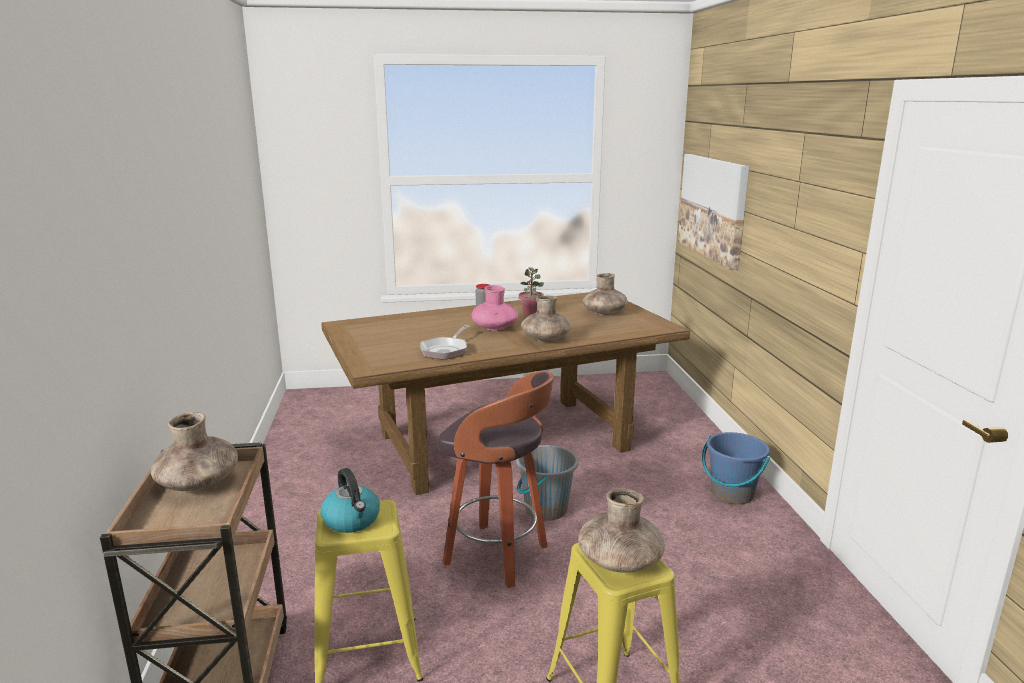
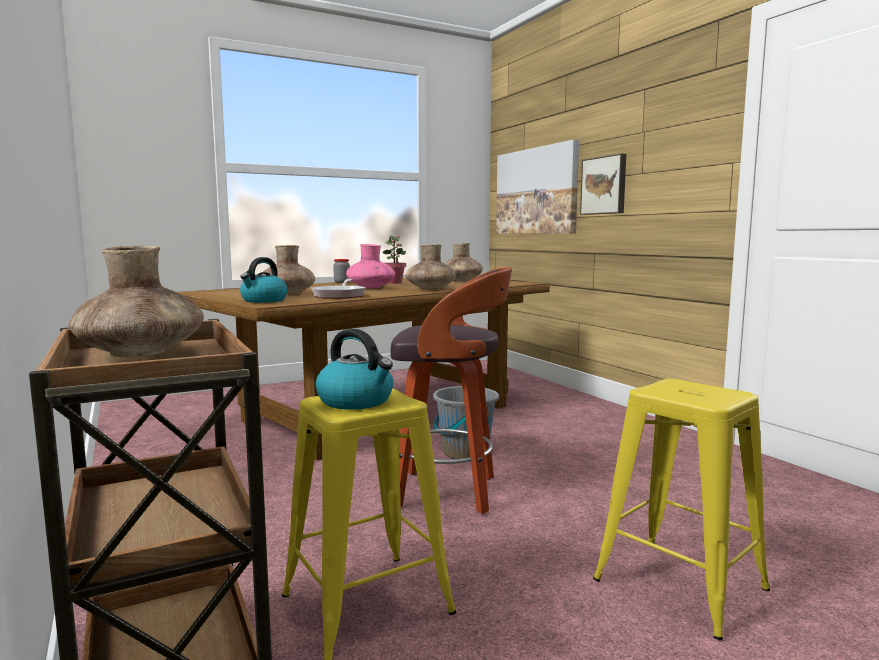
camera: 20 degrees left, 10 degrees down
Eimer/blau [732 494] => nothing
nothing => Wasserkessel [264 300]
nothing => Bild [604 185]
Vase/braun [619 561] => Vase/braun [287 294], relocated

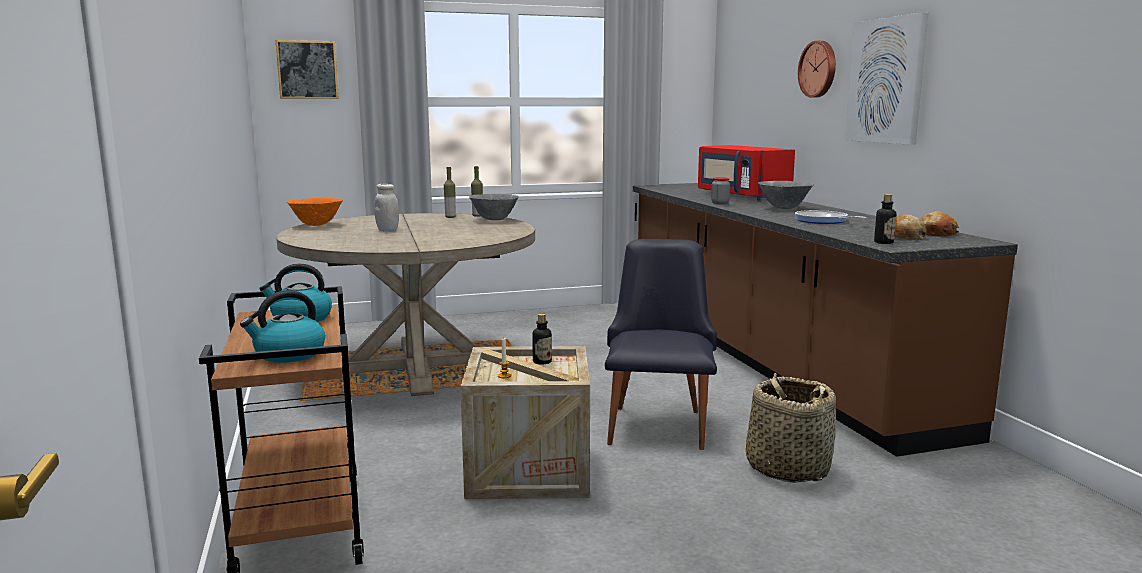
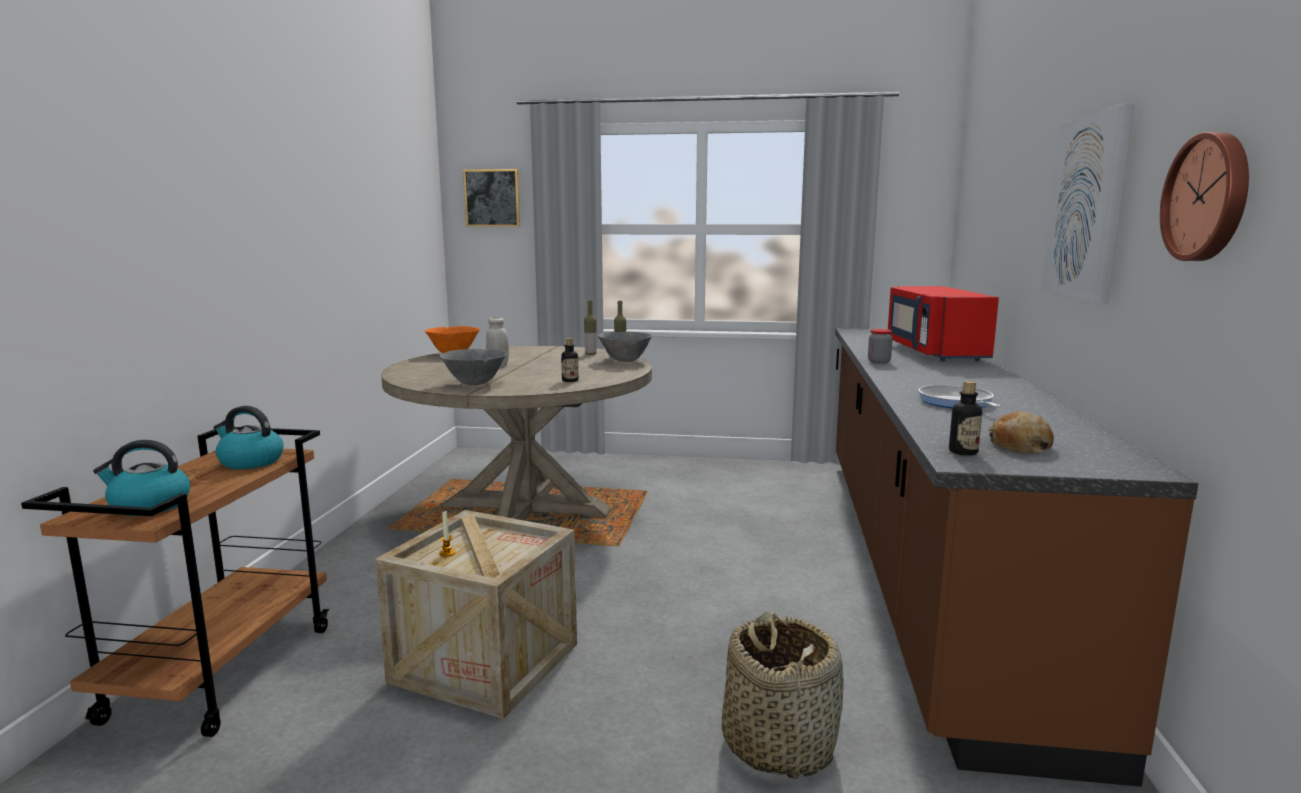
camera: 25 degrees right, 0 degrees up
Stuhl/schwarz [658 422] => nothing
Brot [936 234] => nothing
Flasche [542 362] => Flasche [570 380], relocated
Schüssel/grau [784 208] => Schüssel/grau [475 384], relocated
Wanduhr [819 69] => Wanduhr [1209 197], relocated

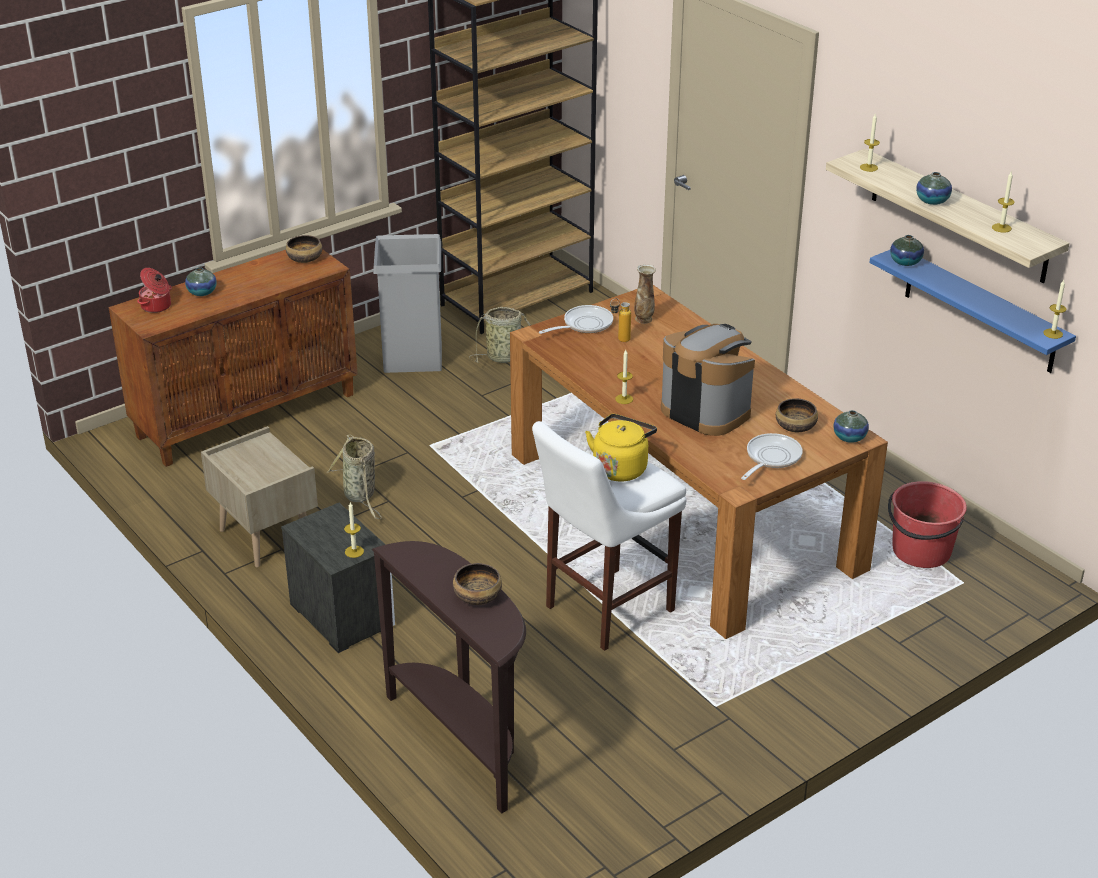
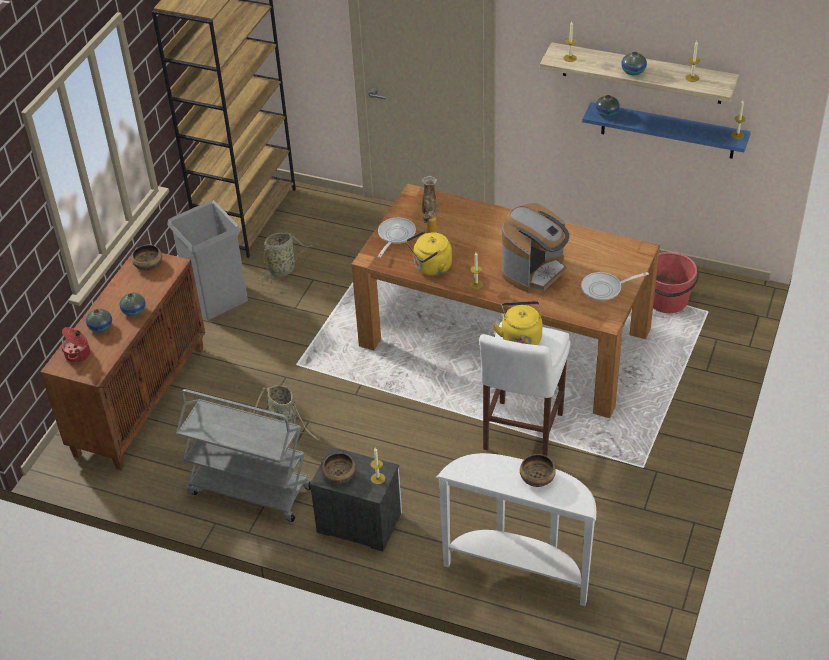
camera: 30 degrees left, 10 degrees up
nothing => Wasserkessel/gelb [430 268]
Schüssel [796 426] => Schüssel [340 474], relocated
Vase [849 437] => Vase [134 311], relocated
Nachttisch/beige [264 537] => Rollwagen/grau [249 490]
Konsolentisch/braun [463 741] => Konsolentisch/weiß [519 570]
Kaffeemaschine [705 411] => Kaffeemaschine [534 271], 120 degrees clockwise
Pfanne [770 458] => Pfanne [605 289], 105 degrees counterclockwise

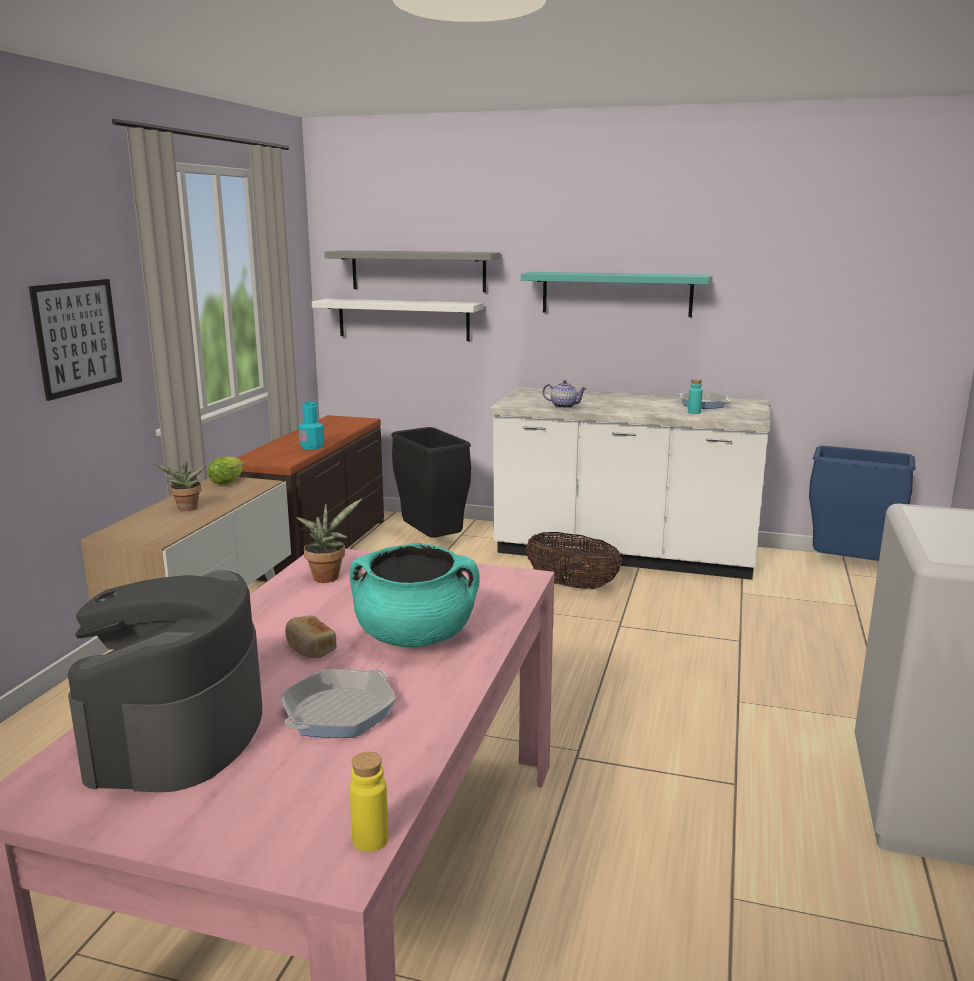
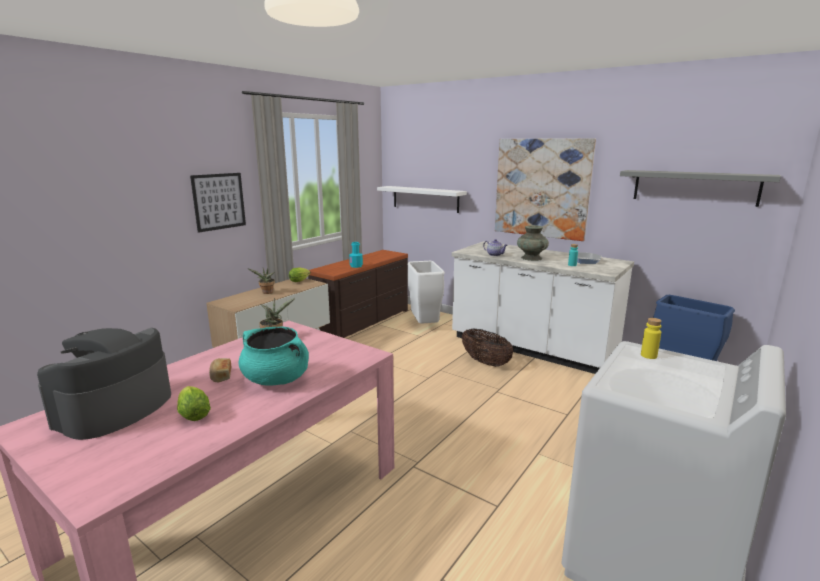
camera: 20 degrees right, 0 degrees up
nothing => Vase/türkis [531 258]
Wandregal/grau [418 271] => Wandregal/grau [694 187], relocated
Flasche/gelb [370 839] => Flasche/gelb [648 355], relocated
Pfanne [339 712] => Salatkopf [193 414]
Wandregal/türkis [616 293] => Bild [541 188]
Mülleimer/schwarz [433 542] => Mülleimer/weiß [425 326]

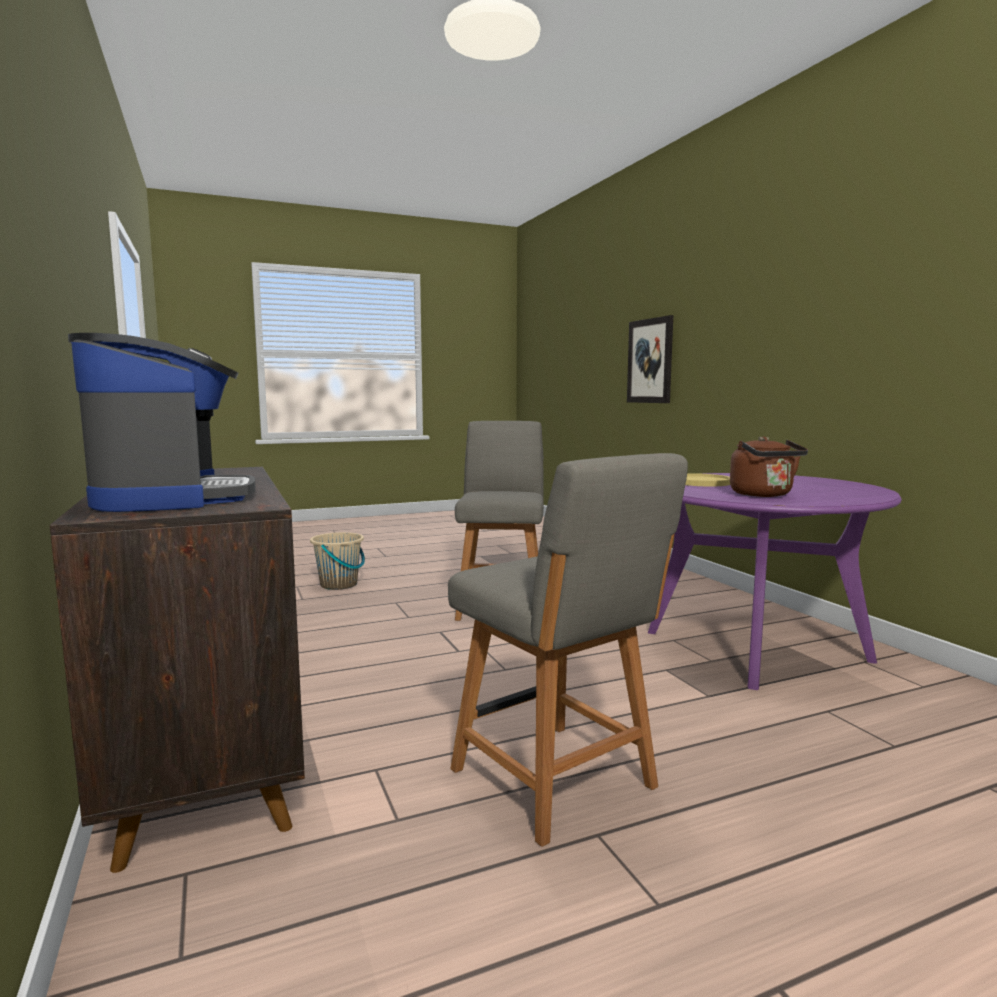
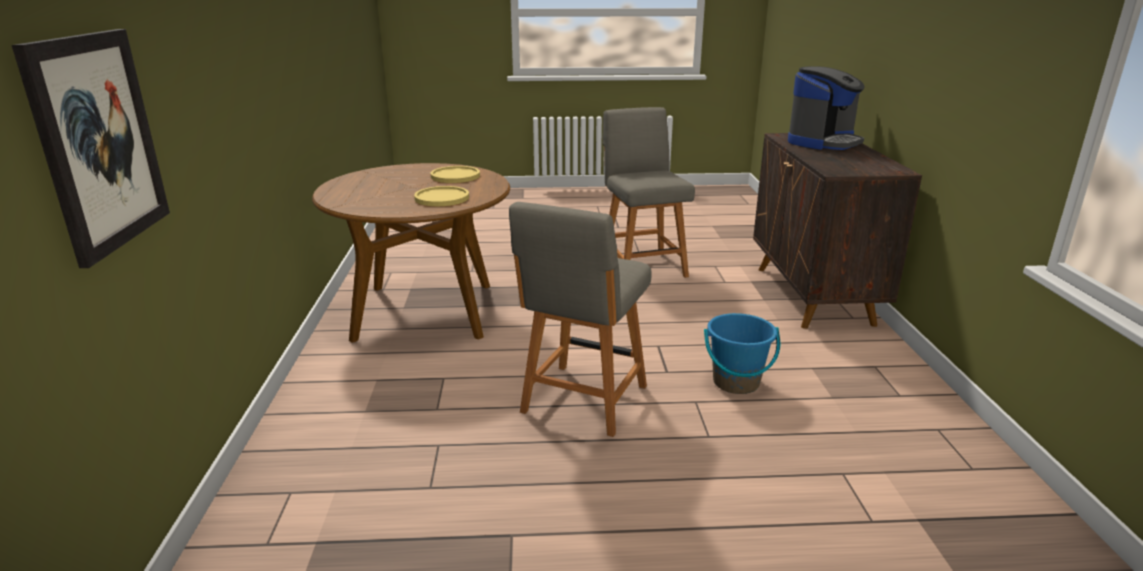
camera: 160 degrees left, 15 degrees up
Eimer/beige [339 584] => nothing
nothing => Eimer/blau [736 382]
Wasserkessel/braun [764 495] => Teller/gelb [455 176]
Esstisch/lila [755 646] => Esstisch/braun [425 311]
Kaffeemaschine [173 498] => Kaffeemaschine [823 142], 135 degrees counterclockwise

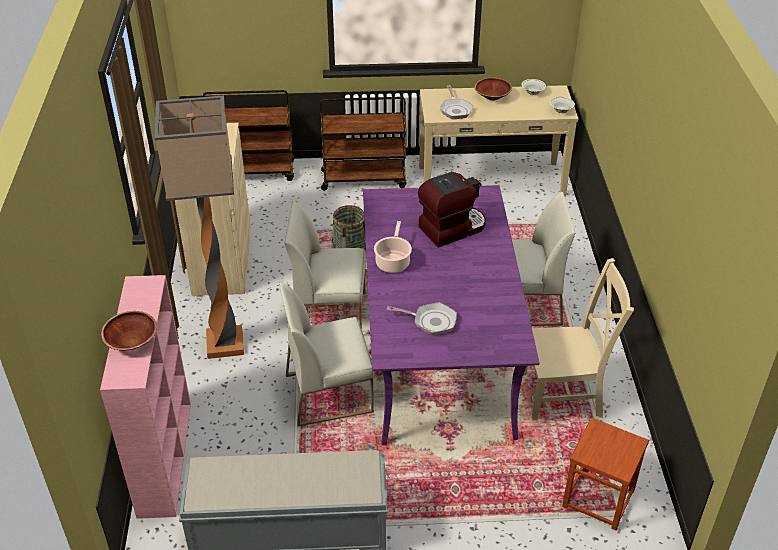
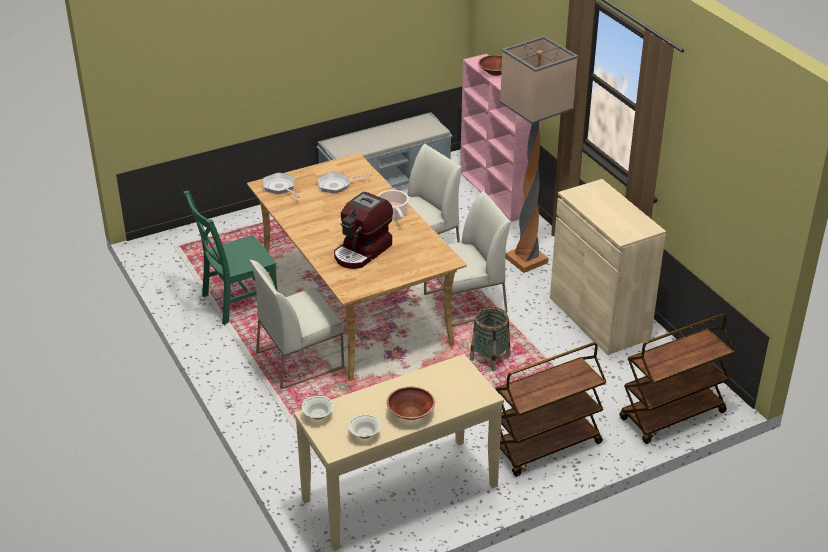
camera: 155 degrees right, 5 degrees down
Hocker/braun [599 498] => nothing
Pfanne [455 110] => Pfanne [280 188], relocated
Esstisch/lila [437 350] => Esstisch/beige [355 303]
Stuhl/beige [565 394] => Stuhl/grün [236 301]

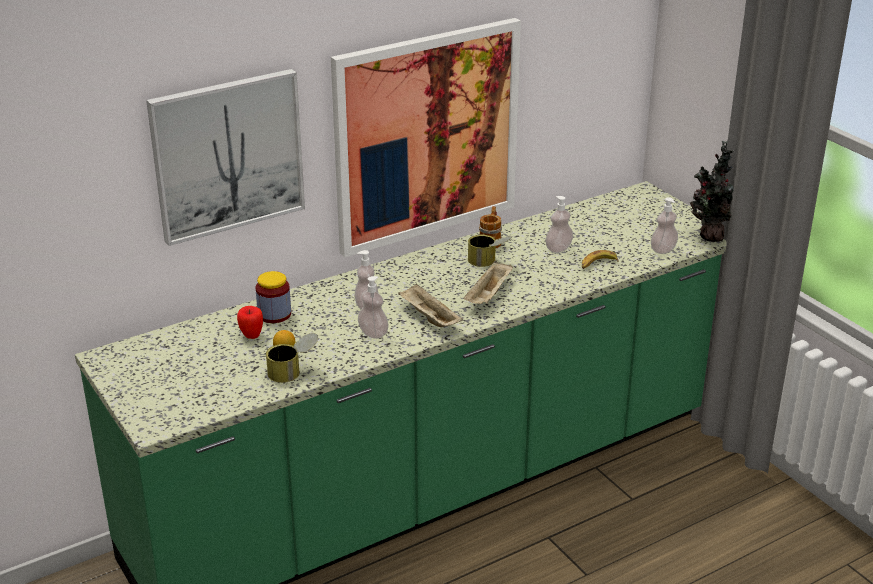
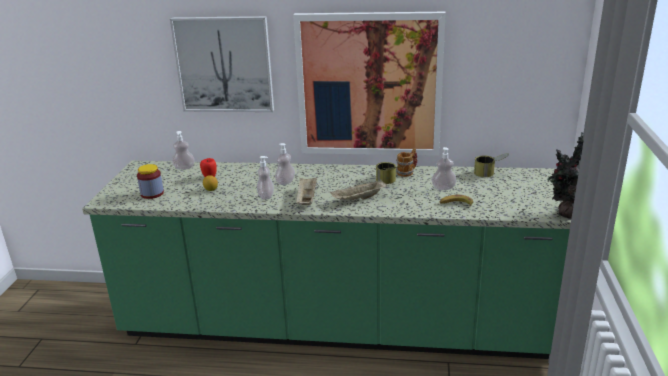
camera: 40 degrees right, 5 degrees down
Vorratsglas [274 314] => Vorratsglas [152 194], relocated
Dose [293 372] => Dose [490 174], relocated
Seifenspender [663 250] => Seifenspender [184 168], relocated

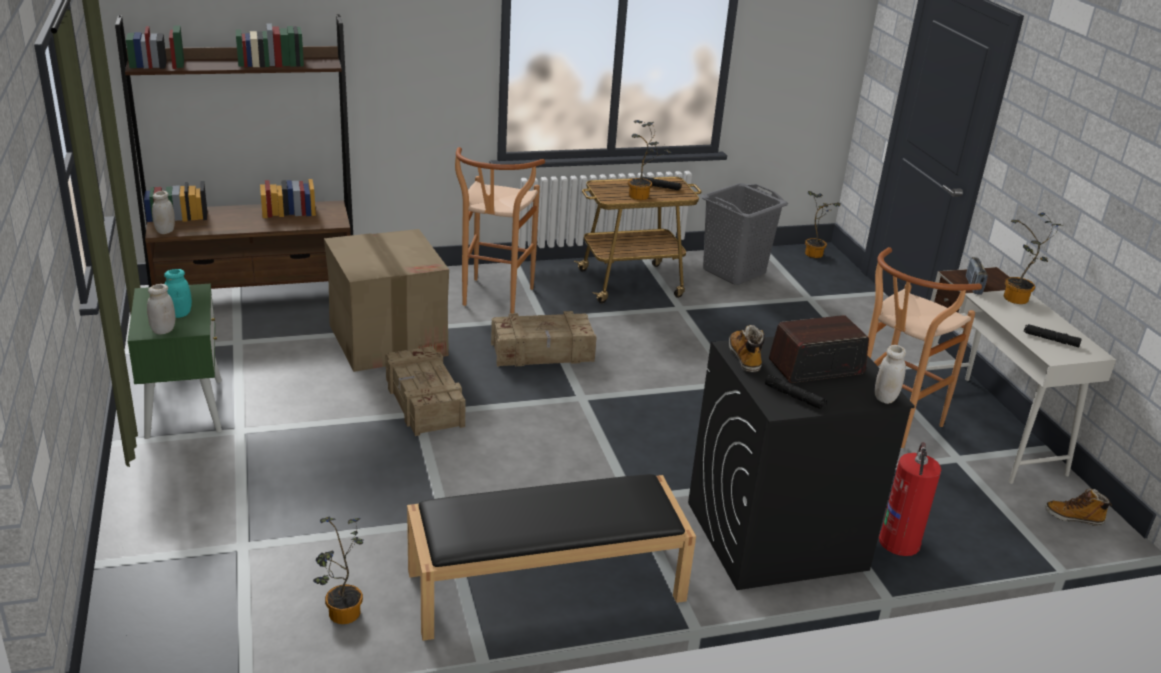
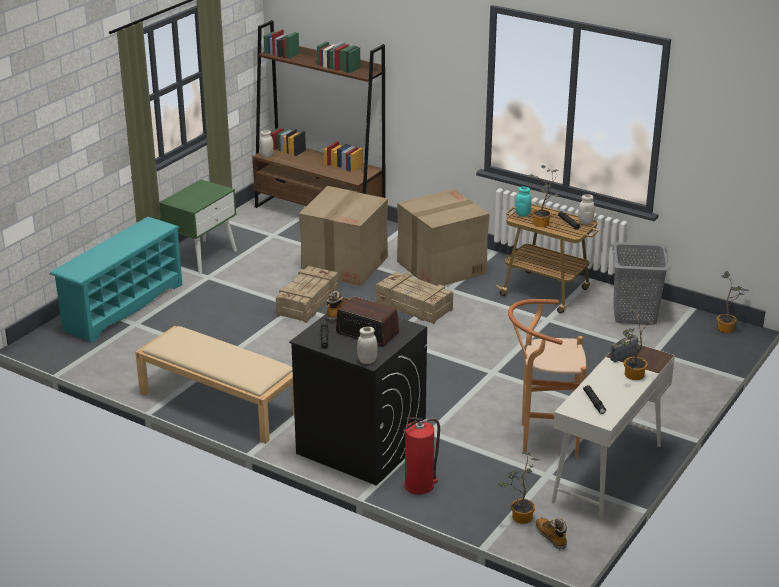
camera: 50 degrees right, 0 degrees up
nothing => Schuhregal/türkis [122 307]
Vorratsglas/weiß [163 330] => Vorratsglas/weiß [585 222], relocated
Vorratsglas/türkis [179 314] => Vorratsglas/türkis [522 214], relocated
Topfpflanze [341 616] => Topfpflanze [519 517], relocated
Hocker/braun [493 299] => Karton [441 267]
Bank/schwarz [545 586] => Bank/beige [218 403]

